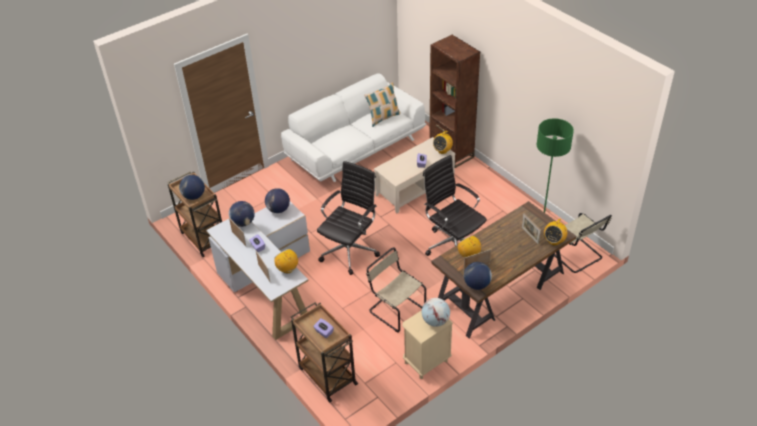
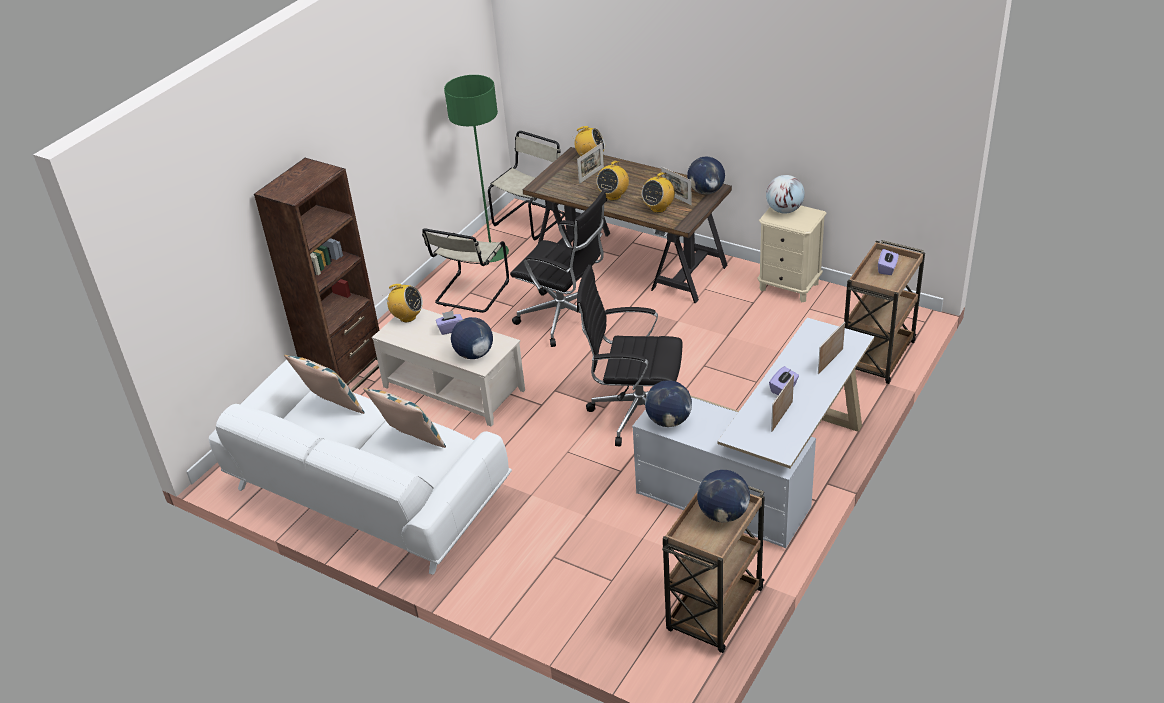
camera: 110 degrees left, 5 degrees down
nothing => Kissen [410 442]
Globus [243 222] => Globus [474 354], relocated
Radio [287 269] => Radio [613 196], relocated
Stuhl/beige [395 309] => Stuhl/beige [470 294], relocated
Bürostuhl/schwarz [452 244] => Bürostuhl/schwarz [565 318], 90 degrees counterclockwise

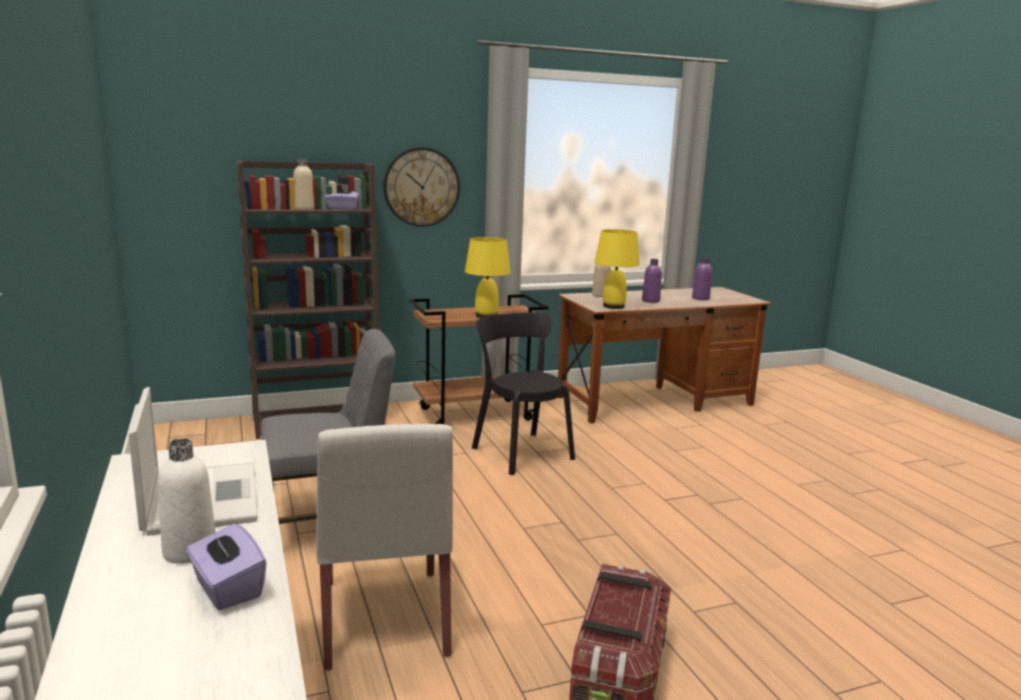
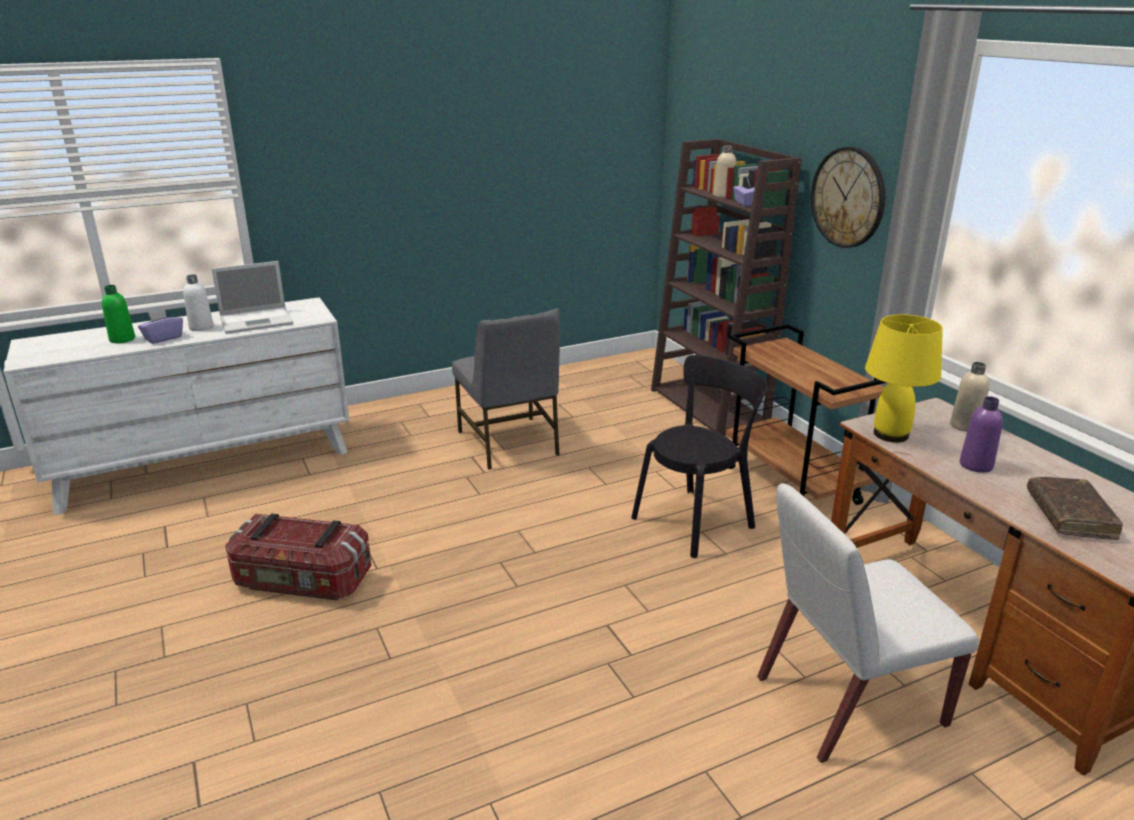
camera: 85 degrees right, 10 degrees up
Tischlampe/gelb [486 316] => nothing
nothing => Flasche/grün [122 339]
Stuhl/weiß [384 619] => Stuhl/weiß [847 702], relocated
Flasche/lila [700 298] => Buch/braun [1069 515]

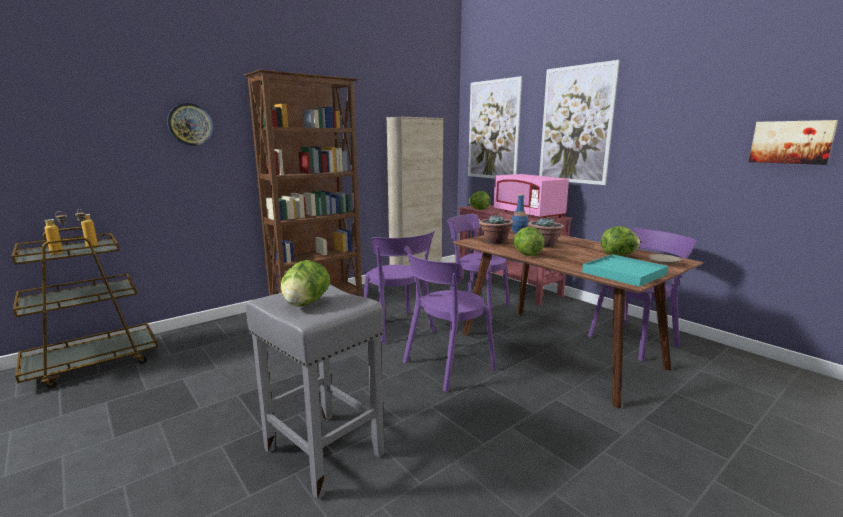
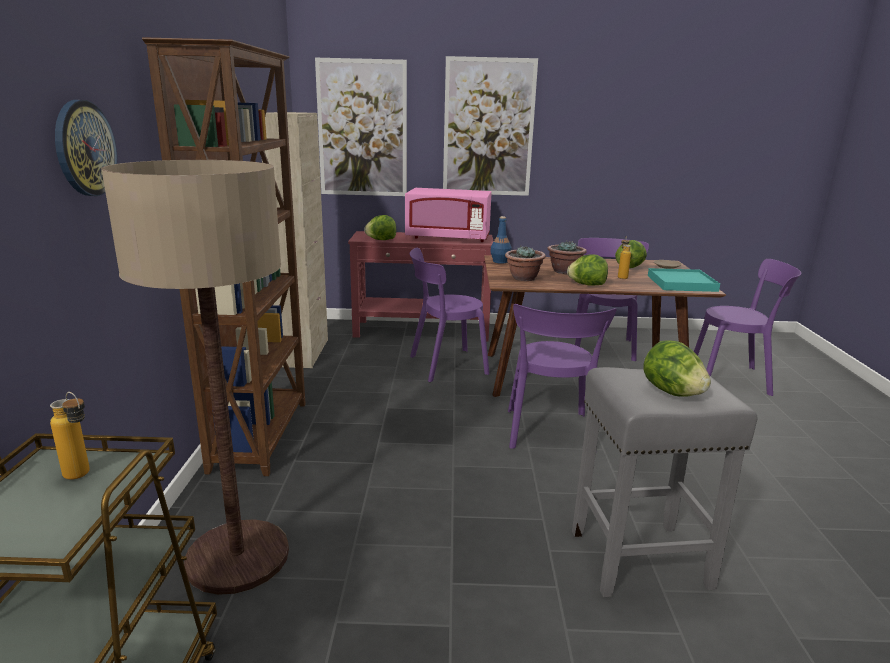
camera: 50 degrees left, 5 degrees up
Bild [791 142] => nothing
nothing => Stehlampe [237 557]
Flasche [62 253] => Flasche [621 277], relocated
Stuhl/lila [398 329] => Stuhl/lila [734 378], relocated

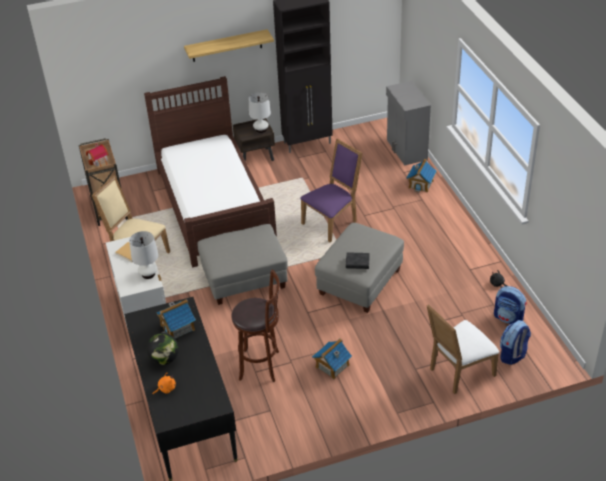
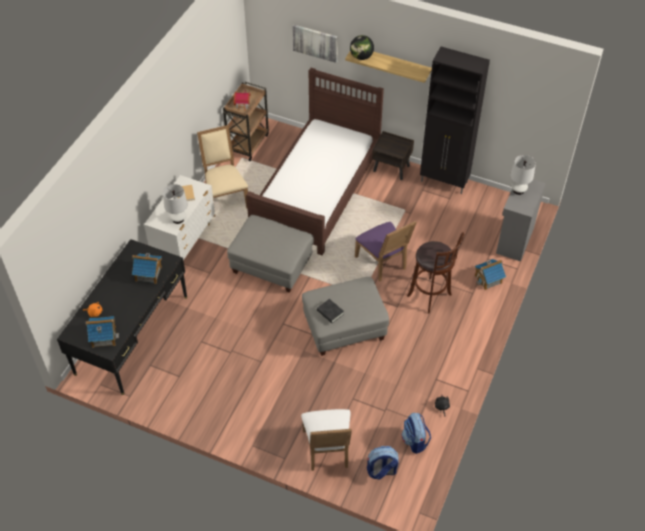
camera: 40 degrees right, 10 degrees up
nothing => Bild [315 42]
Globus [164 359] => Globus [361 57], relocated
Hocker/braun [262 365] => Hocker/braun [431 296], relocated
Tischlampe/weiß [261 130] => Tischlampe/weiß [518 190], relocated
Spielzeughaus [332 366] => Spielzeughaus [103 337], relocated
Stuhl/lila [332 222] => Stuhl/lila [383 264], 60 degrees clockwise
Stuhl/weiß [458 372] => Stuhl/weiß [327 451], 105 degrees counterclockwise

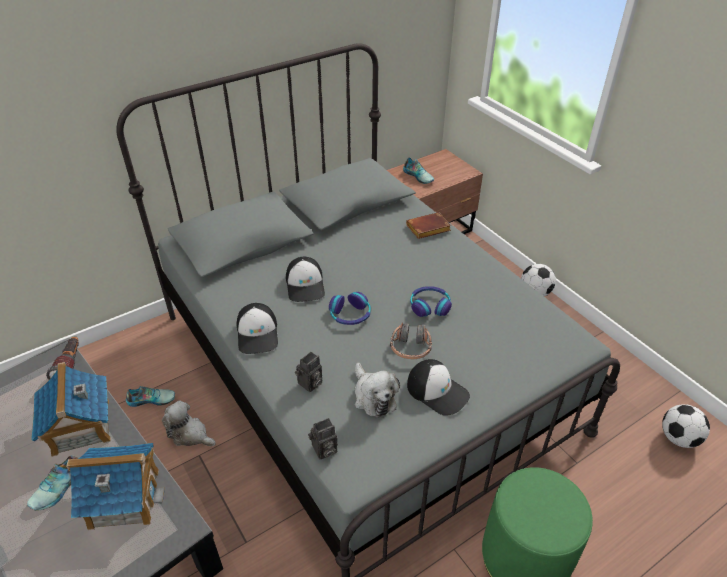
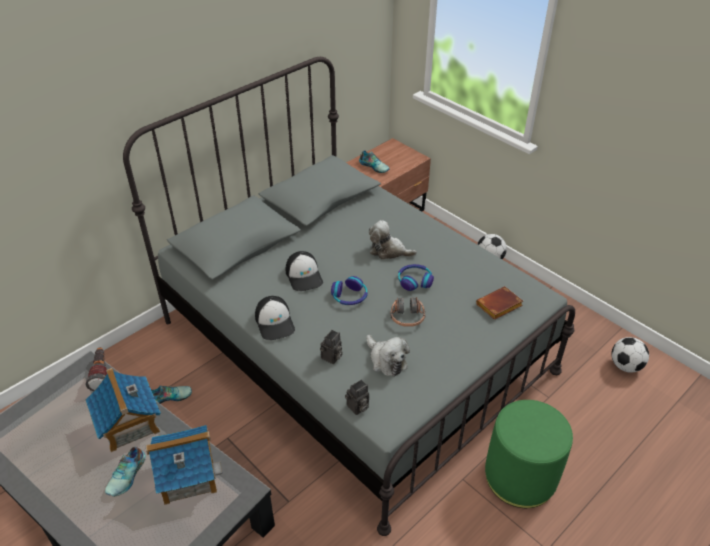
camera: 10 degrees left, 0 degrees up
Kappe [437 391] => nothing
Plüschtier [190 434] => Plüschtier [388 251], relocated
Buch/braun [427 229] => Buch/braun [498 307], relocated

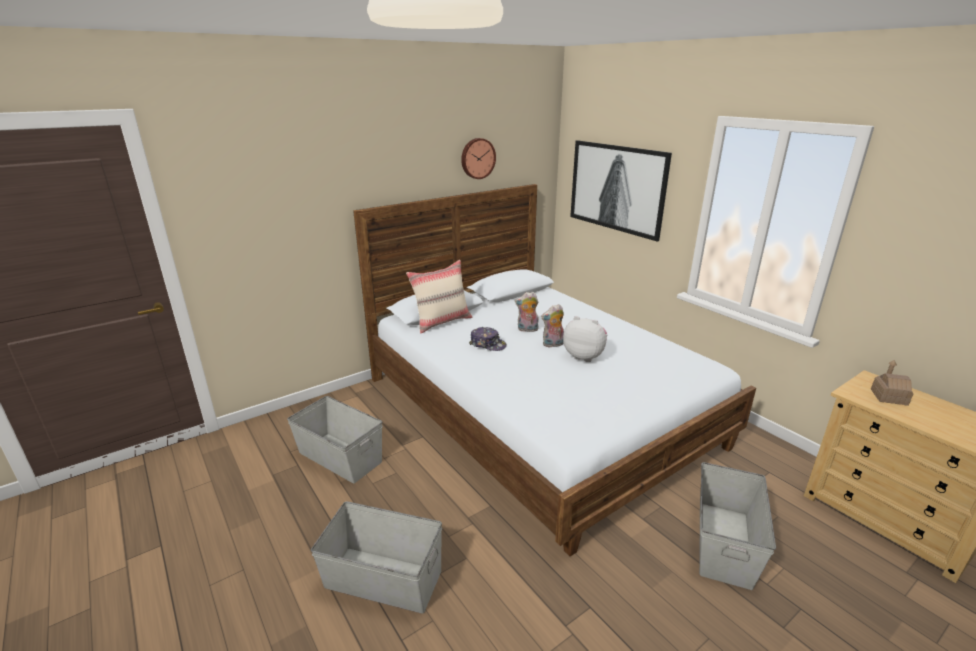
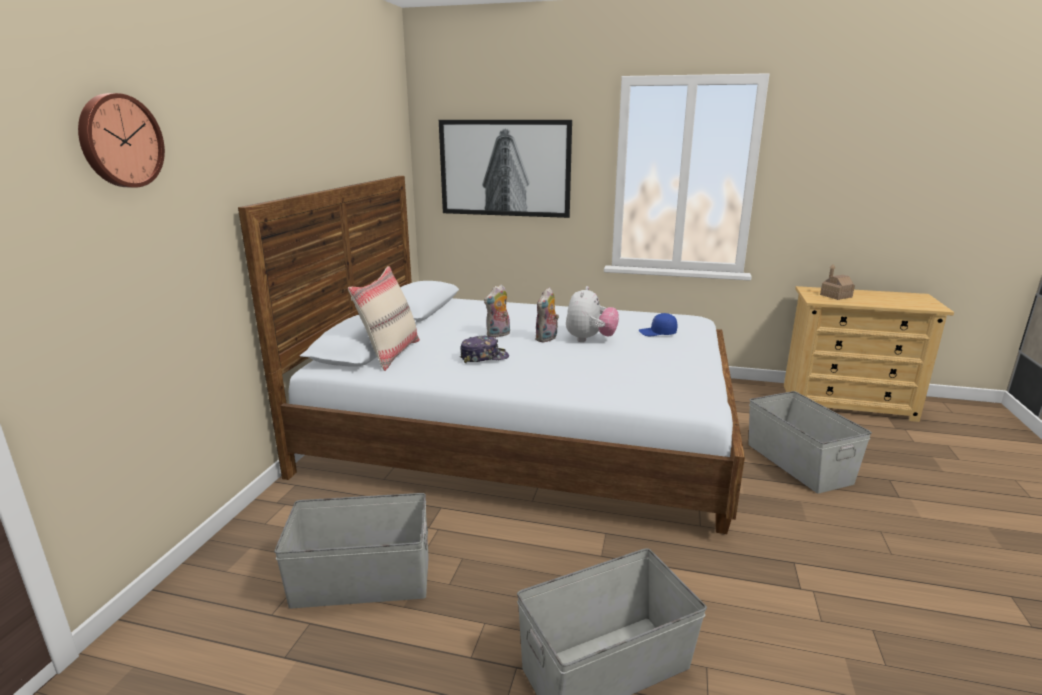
camera: 40 degrees left, 5 degrees down
nothing => Kappe/blau [657 333]
Wanduhr [477 158] => Wanduhr [119 141], relocated
Plüschtier [584 356] => Plüschtier [590 339], 120 degrees clockwise

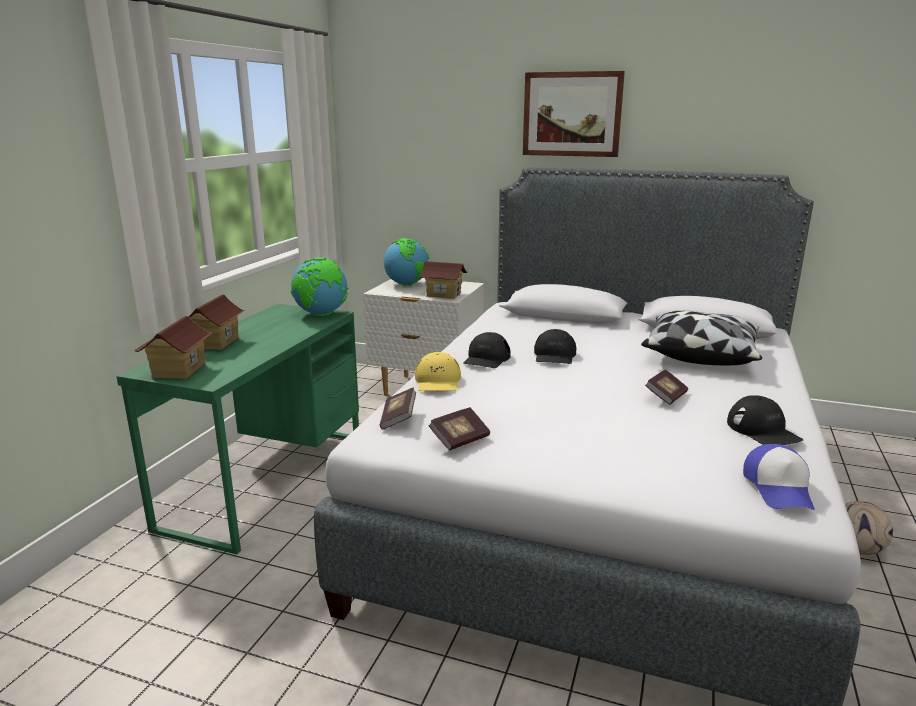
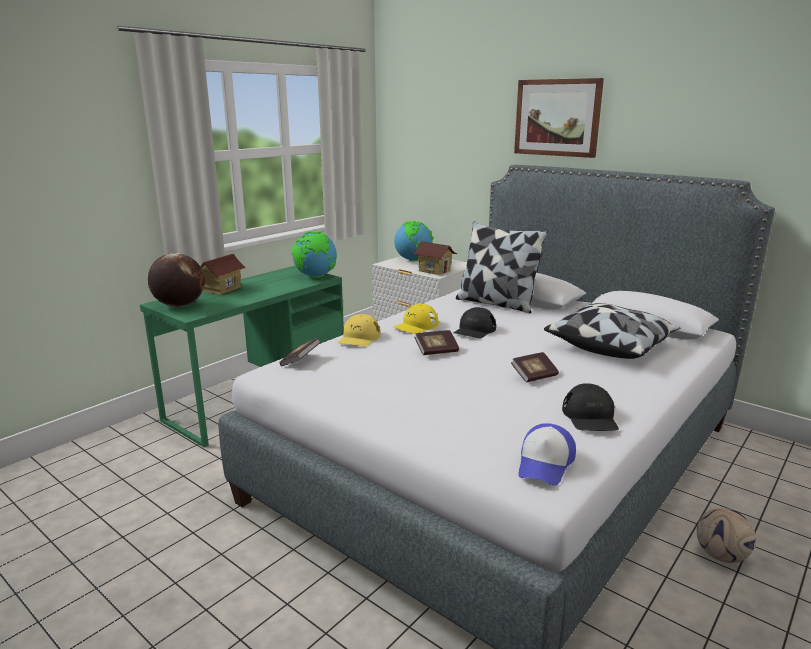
camera: 20 degrees right, 0 degrees up
nothing => Kissen [496 303]
Buch [460 440] => Buch [436 351], relocated
Spielzeughaus [178 370] => Globus [179 305]
Kappe/schwarz [486 359] => Kappe/gelb [416 326]

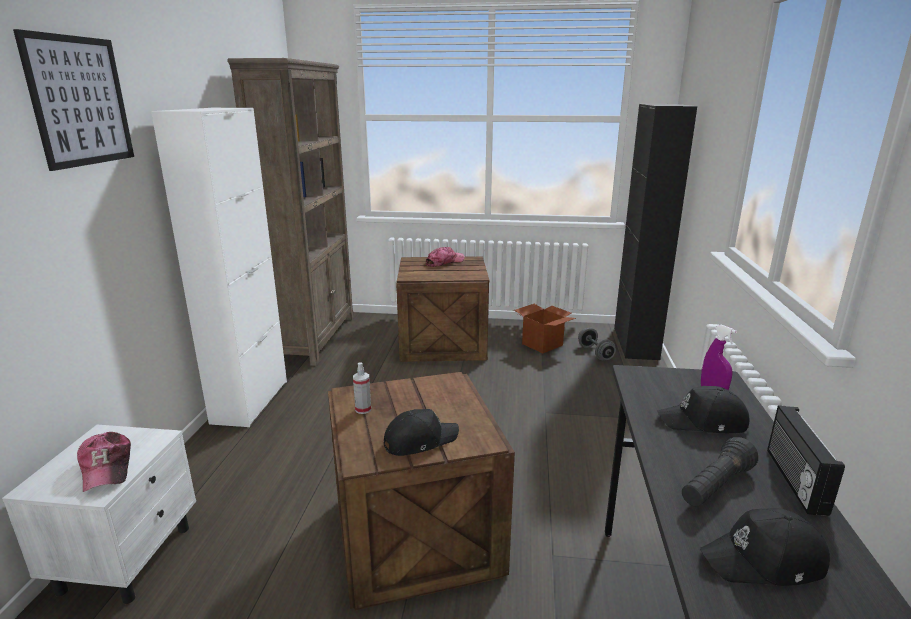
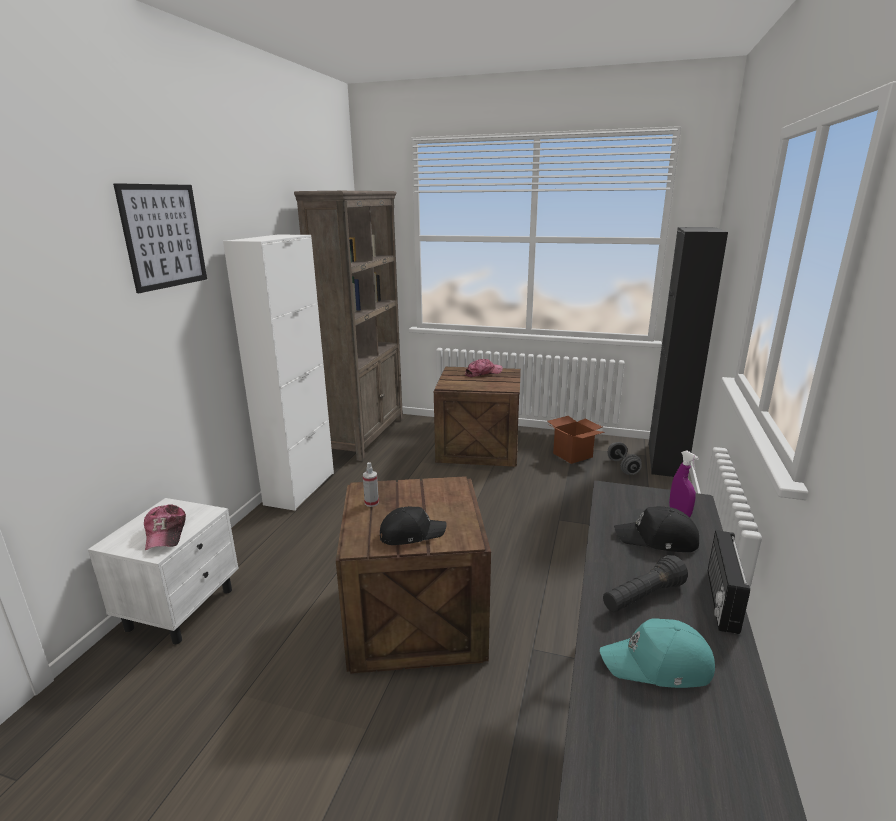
camera: 10 degrees right, 0 degrees up
Kappe/schwarz [764 561] => Kappe/türkis [658 665]

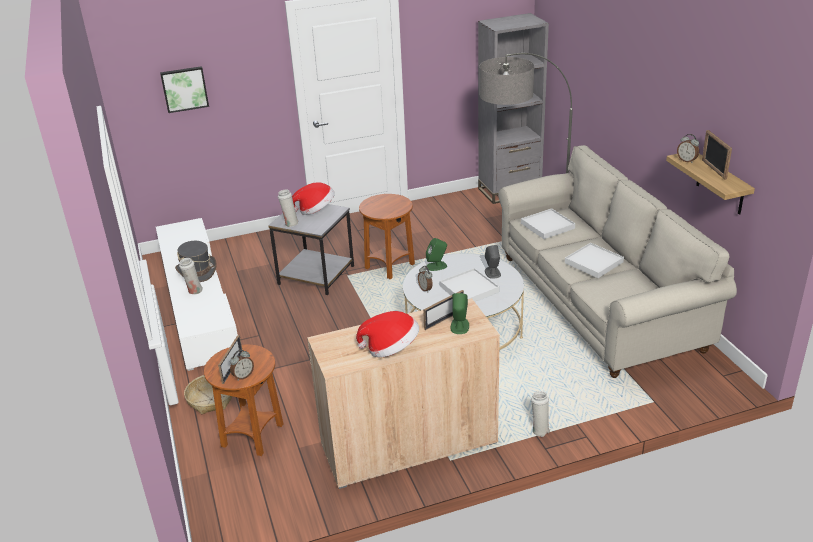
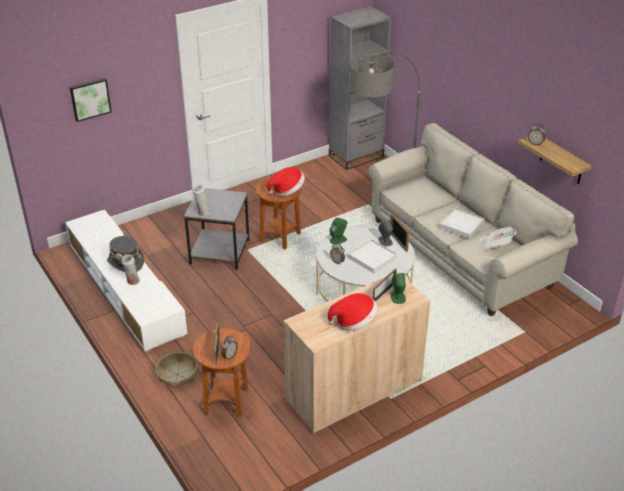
camera: 15 degrees left, 5 degrees up
Tablett/weiß [547 226] => nothing
Vase/weiß [539 430] => nothing
nothing => Zeitung [495 245]
Hut [315 210] => Hut [287 191], relocated
Bilderrahmen [713 169] => Bilderrahmen [398 242], relocated

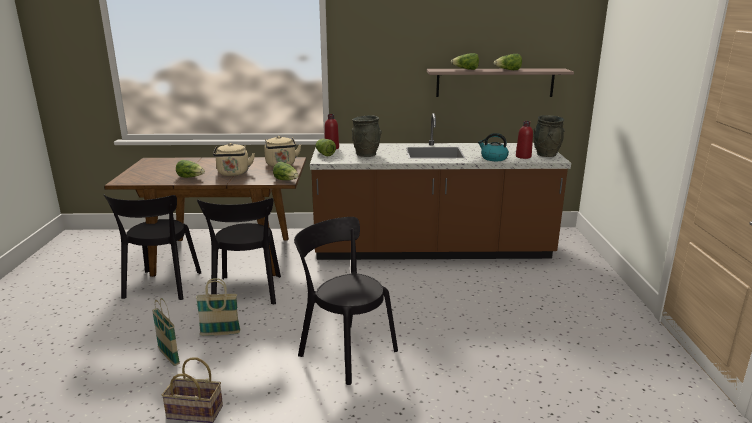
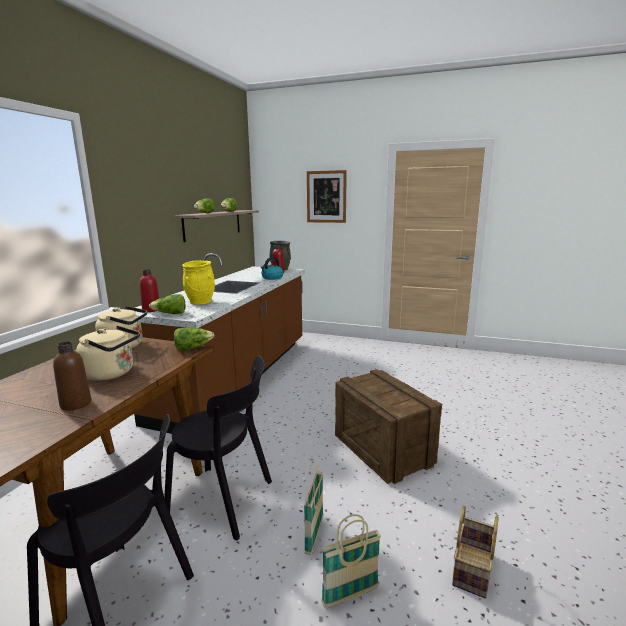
camera: 70 degrees left, 5 degrees down
nothing => Bild [326 197]
Salatkopf [191 177] => Flasche/braun [76 404]
Stuhl/schwarz [345 351] => Kiste [382 449]
Vase/grau [366 154] => Vase/gelb [200 302]

